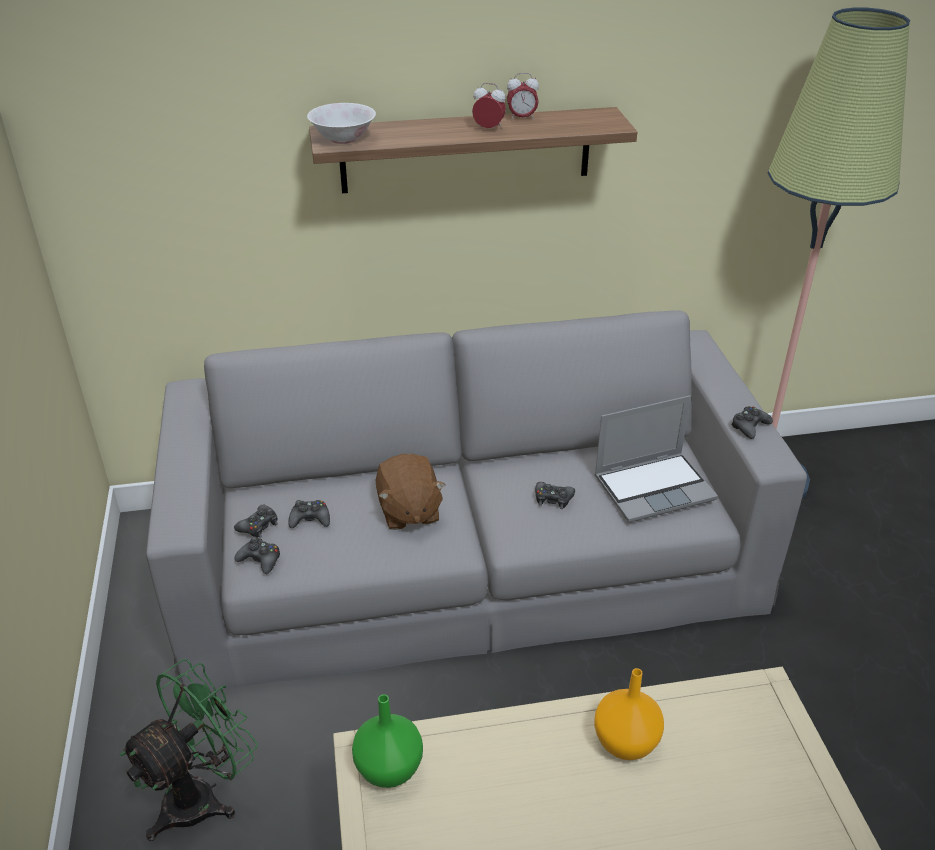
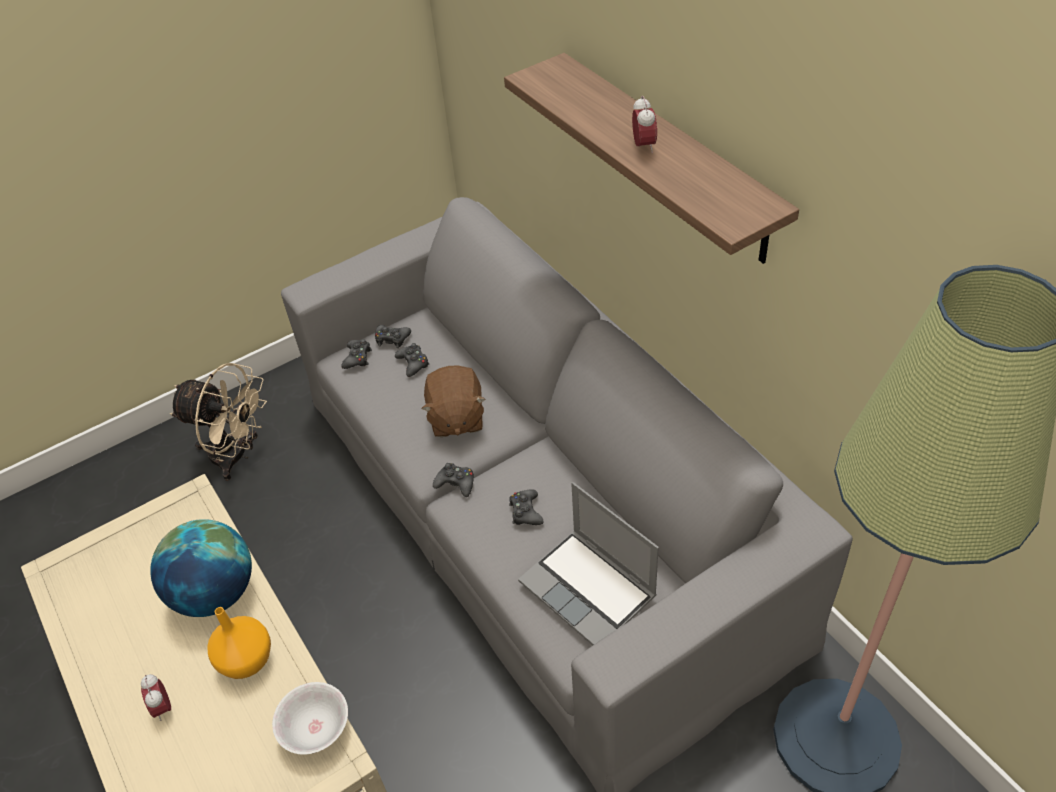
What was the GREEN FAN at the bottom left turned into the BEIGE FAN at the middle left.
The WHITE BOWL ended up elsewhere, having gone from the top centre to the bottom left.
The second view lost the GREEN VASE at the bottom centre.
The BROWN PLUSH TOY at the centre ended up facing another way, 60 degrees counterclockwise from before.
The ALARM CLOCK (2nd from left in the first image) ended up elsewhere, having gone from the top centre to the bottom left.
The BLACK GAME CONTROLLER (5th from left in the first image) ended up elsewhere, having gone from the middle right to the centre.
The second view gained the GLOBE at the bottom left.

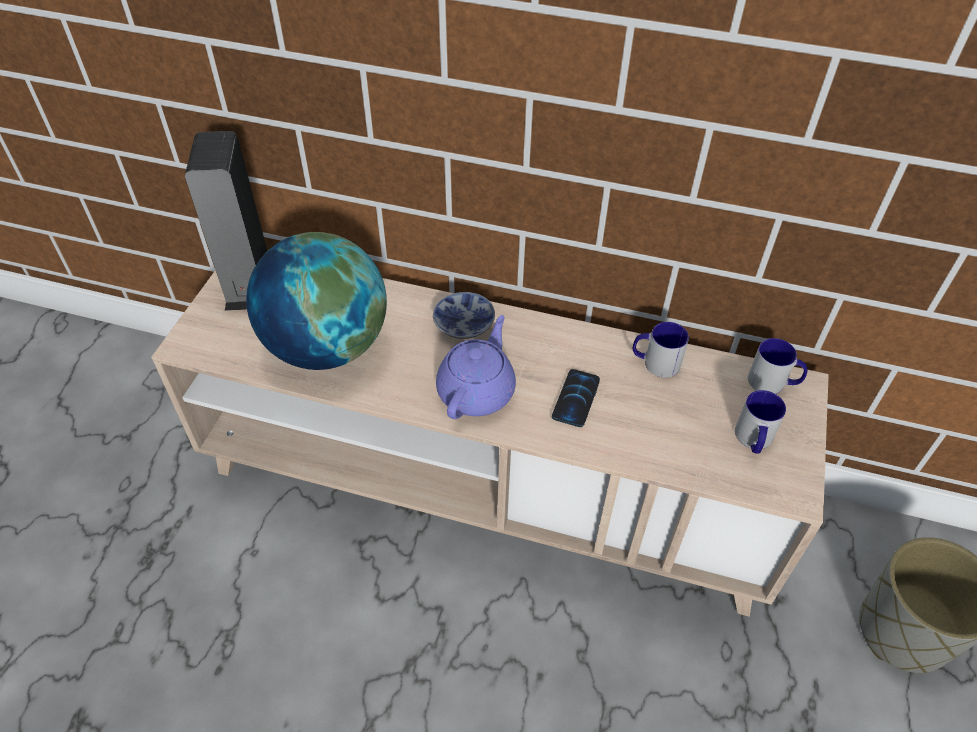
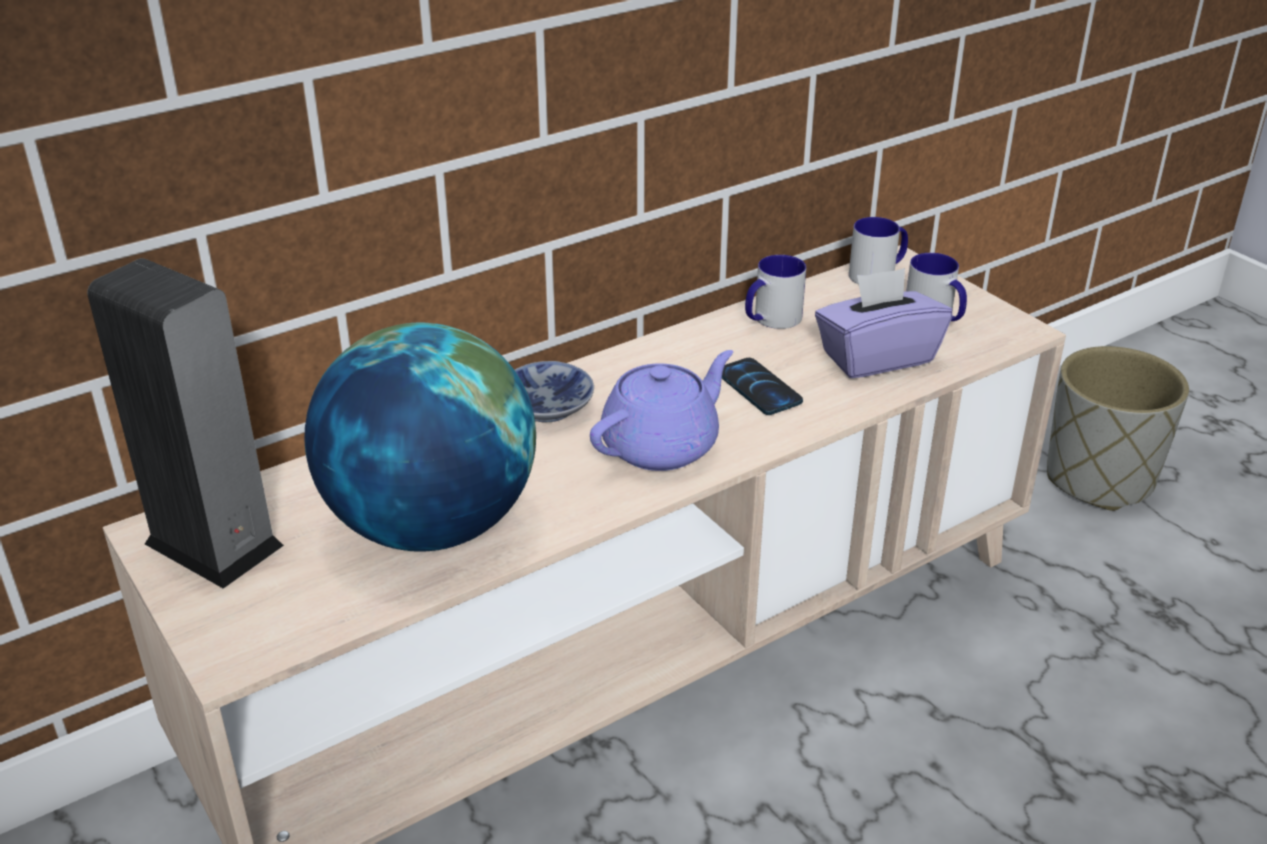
The PURPLE TEAPOT at the centre ended up facing another way, 75 degrees clockwise from before.
The second view gained the PURPLE TISSUE BOX at the middle right.

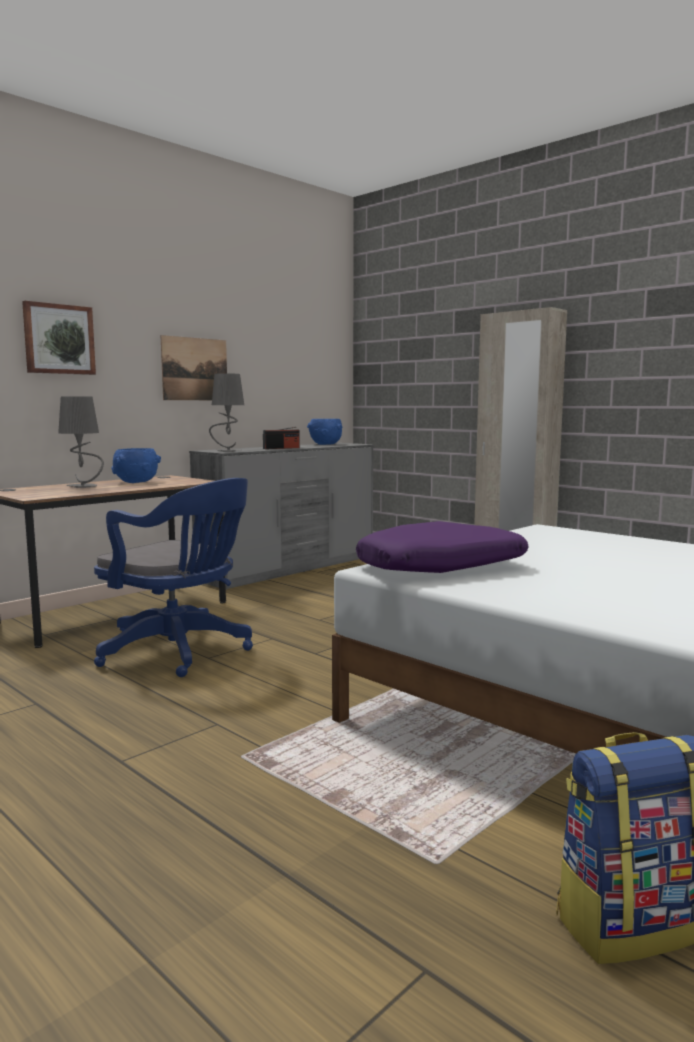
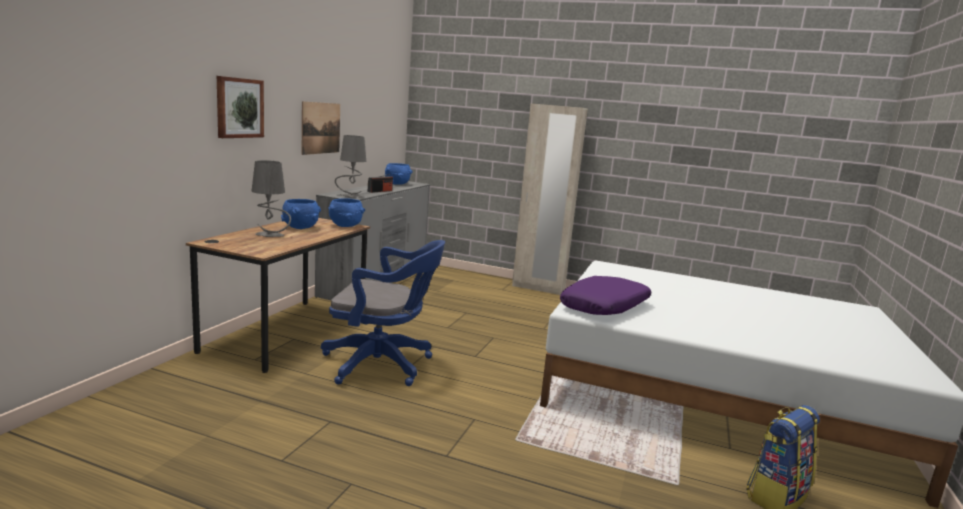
The second view gained the BLUE BOWL (2nd from left) at the centre.

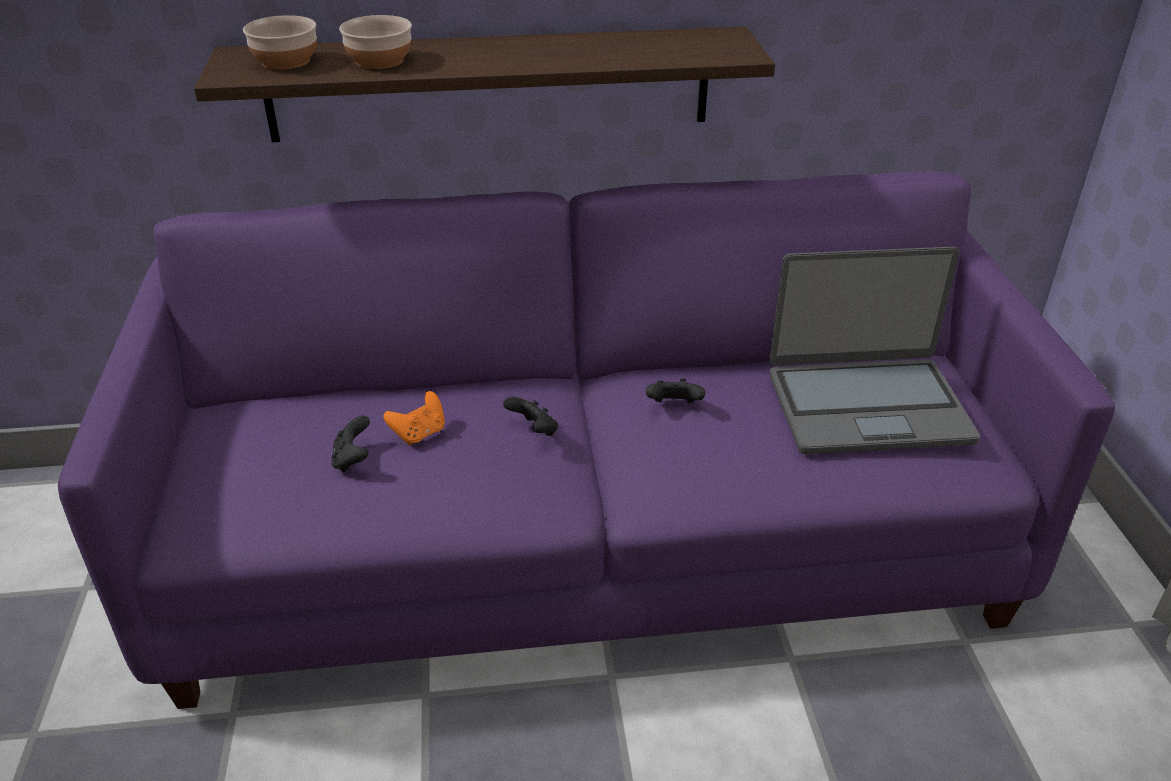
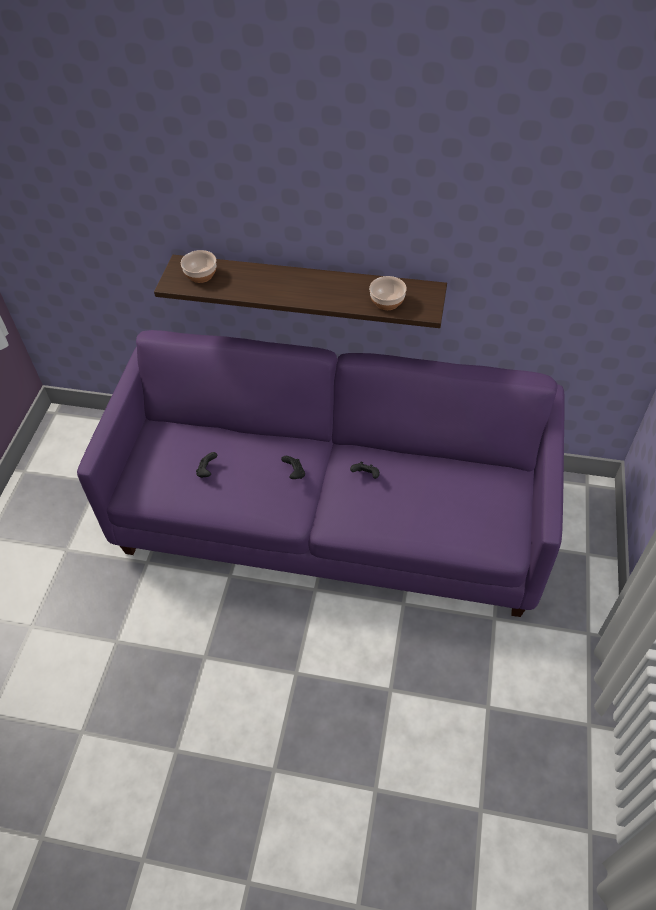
The BOWL (2nd from left) ended up elsewhere, having gone from the top left to the top centre.
The second view lost the ORANGE GAME CONTROLLER at the centre.
The second view lost the LAPTOP at the middle right.

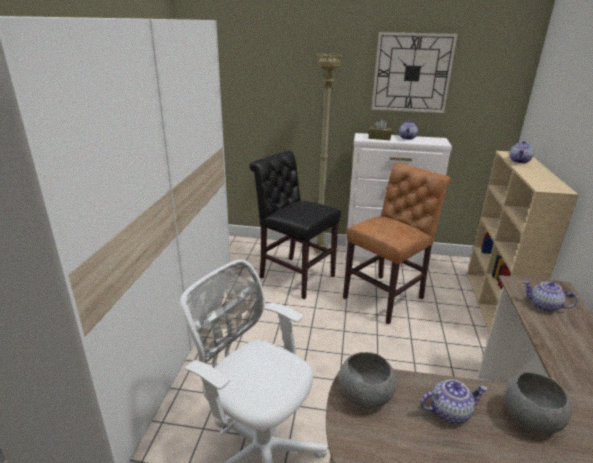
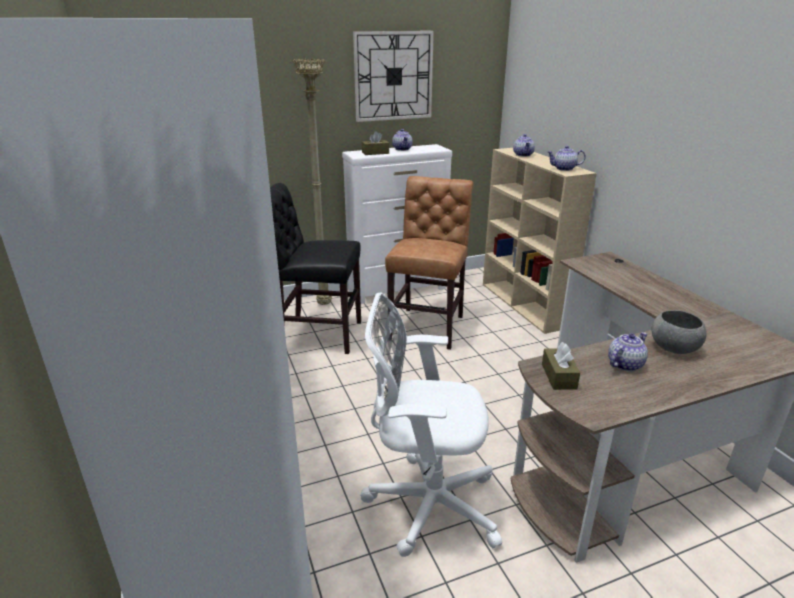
Where the GREY BOWL (1st from left) stood at the bottom centre, the BROWN TISSUE BOX (2nd from left) came to stand at the middle right.
The TEAPOT (4th from left in the first image) ended up elsewhere, having gone from the middle right to the top right.

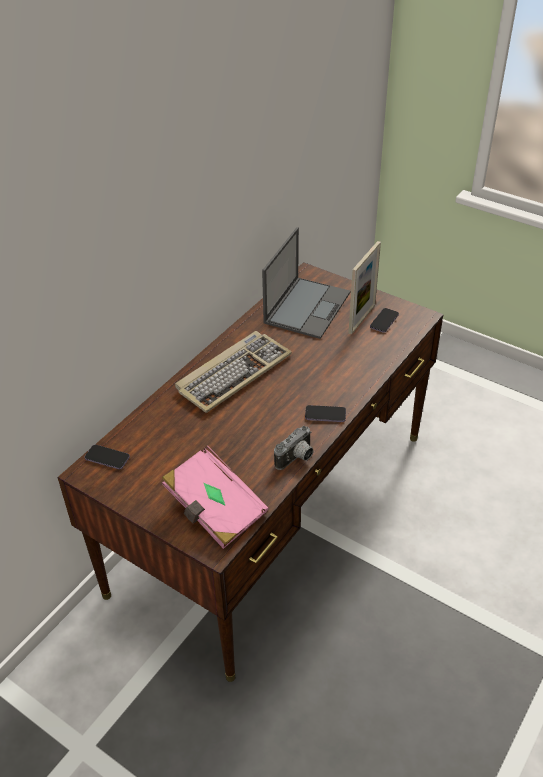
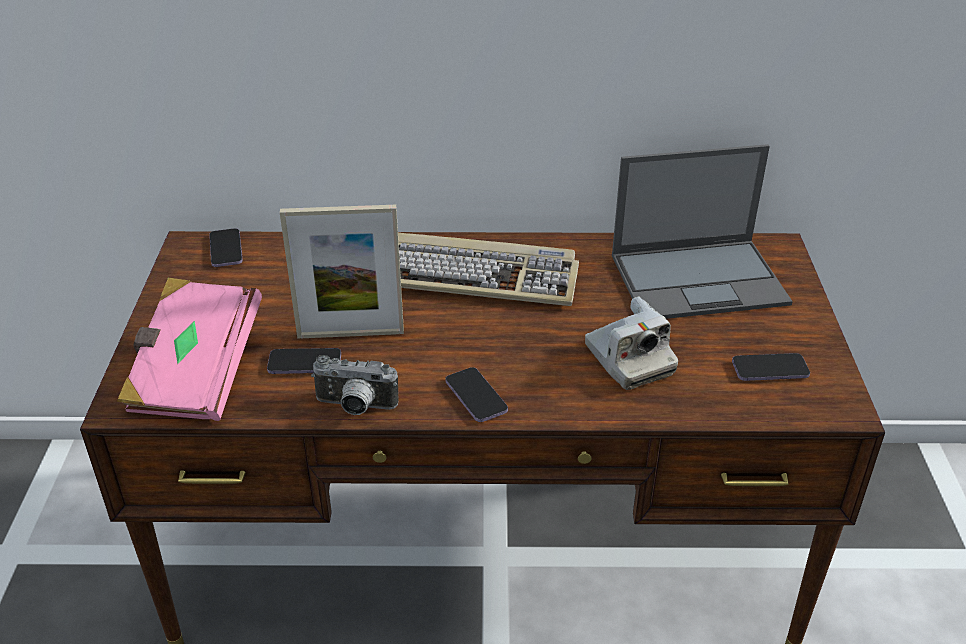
The PICTURE FRAME ended up elsewhere, having gone from the middle right to the centre.
The second view gained the PHONE (2nd from left) at the middle left.
The second view gained the PHOTO CAMERA (2nd from left) at the centre.

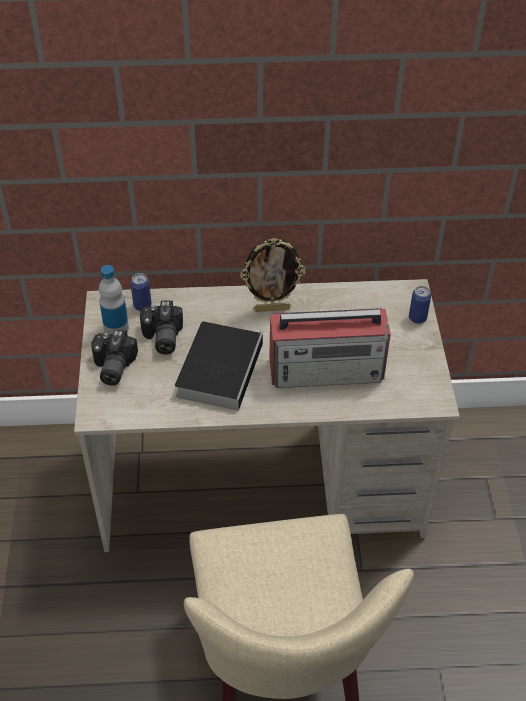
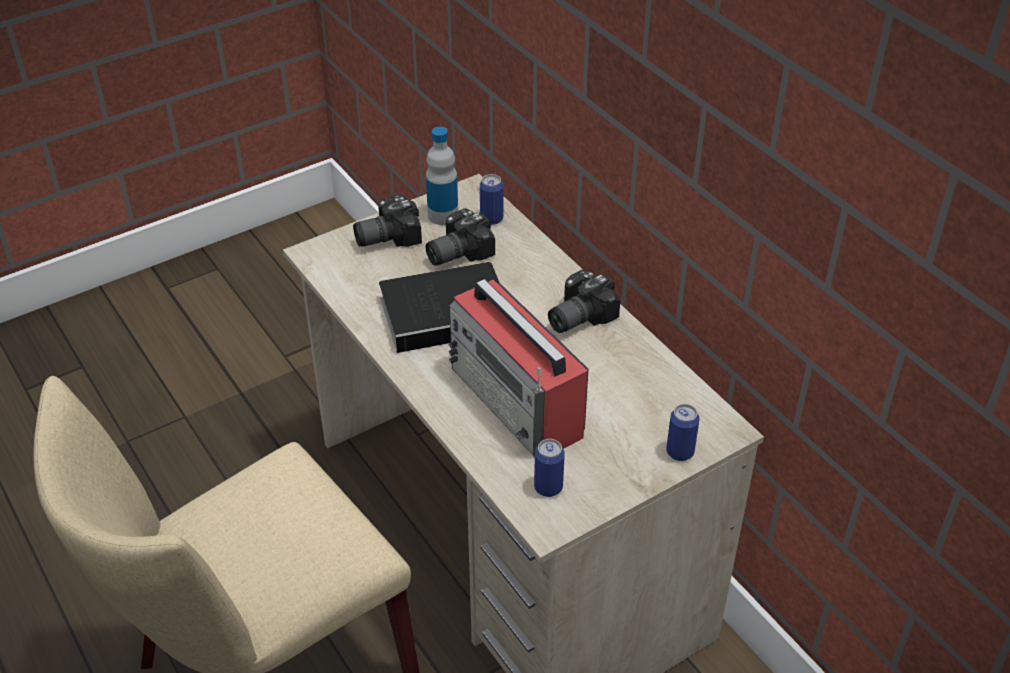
Where the PICTURE FRAME stood at the centre, the PHOTO CAMERA (3rd from left) came to stand at the centre.
The second view gained the CAN (2nd from left) at the bottom centre.

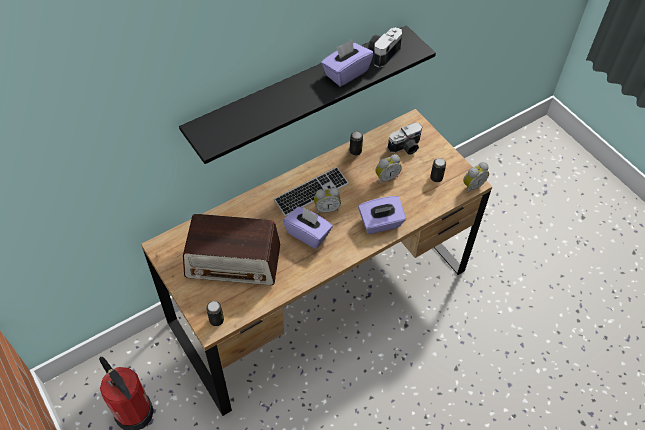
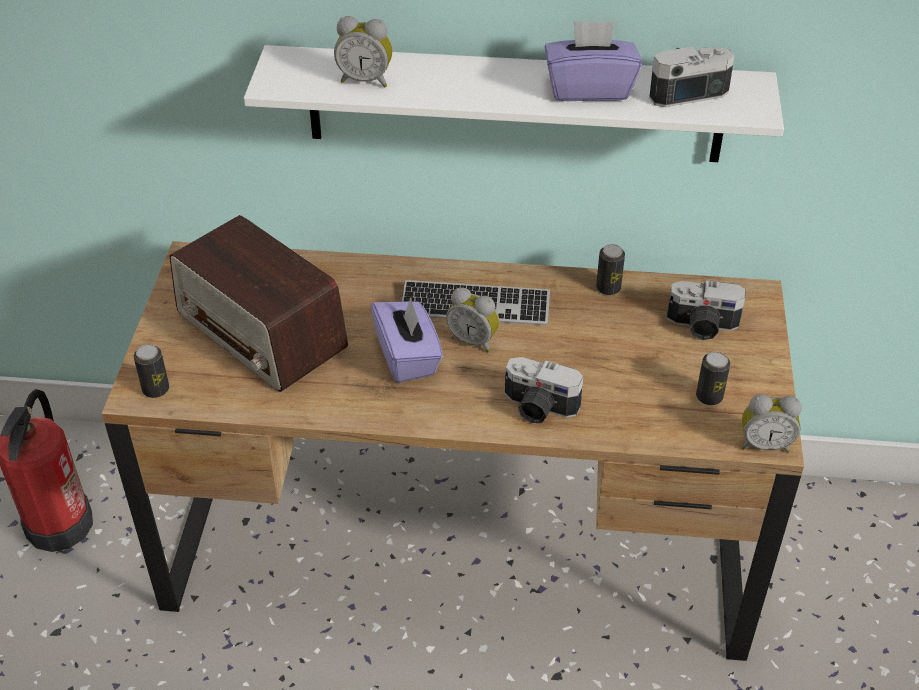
What was the BLACK SHELF at the top centre turned into the WHITE SHELF at the top centre.
Where the PURPLE TISSUE BOX (3rd from left) stood at the centre, the PHOTO CAMERA (1st from left) came to stand at the centre.
The ALARM CLOCK (2nd from left in the first image) ended up elsewhere, having gone from the centre to the top centre.

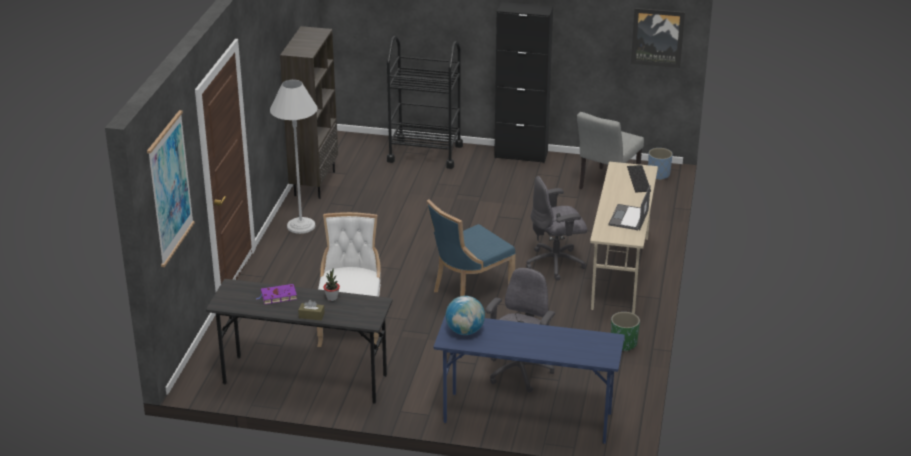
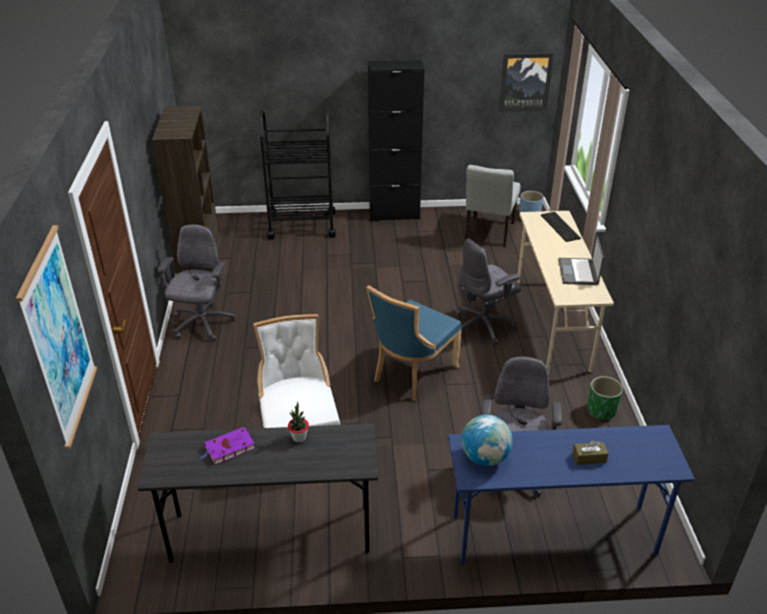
Where the WHITE FLOOR LAMP stood at the middle left, the GREY OFFICE CHAIR (1st from left) came to stand at the middle left.
The BROWN TISSUE BOX ended up elsewhere, having gone from the bottom centre to the bottom right.

